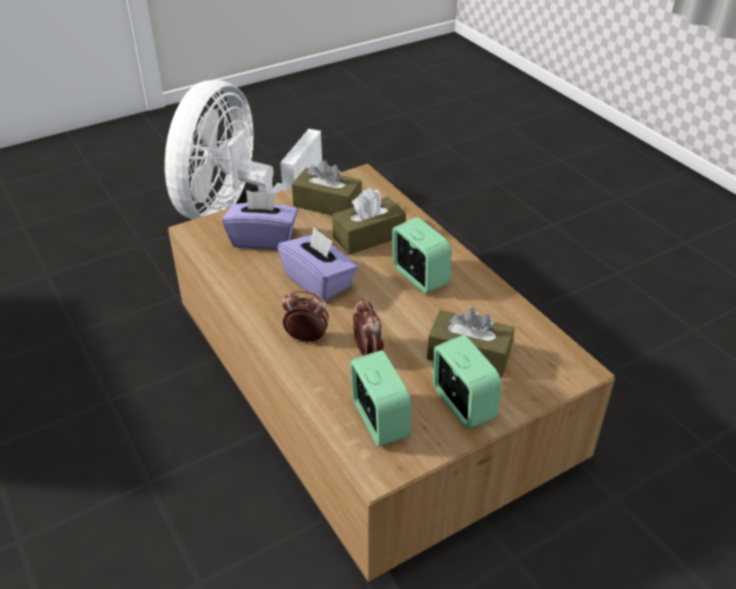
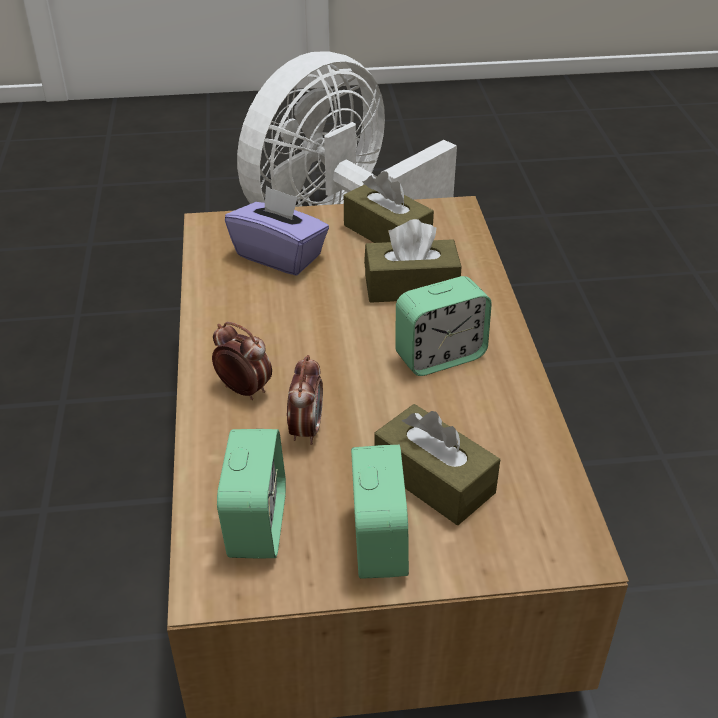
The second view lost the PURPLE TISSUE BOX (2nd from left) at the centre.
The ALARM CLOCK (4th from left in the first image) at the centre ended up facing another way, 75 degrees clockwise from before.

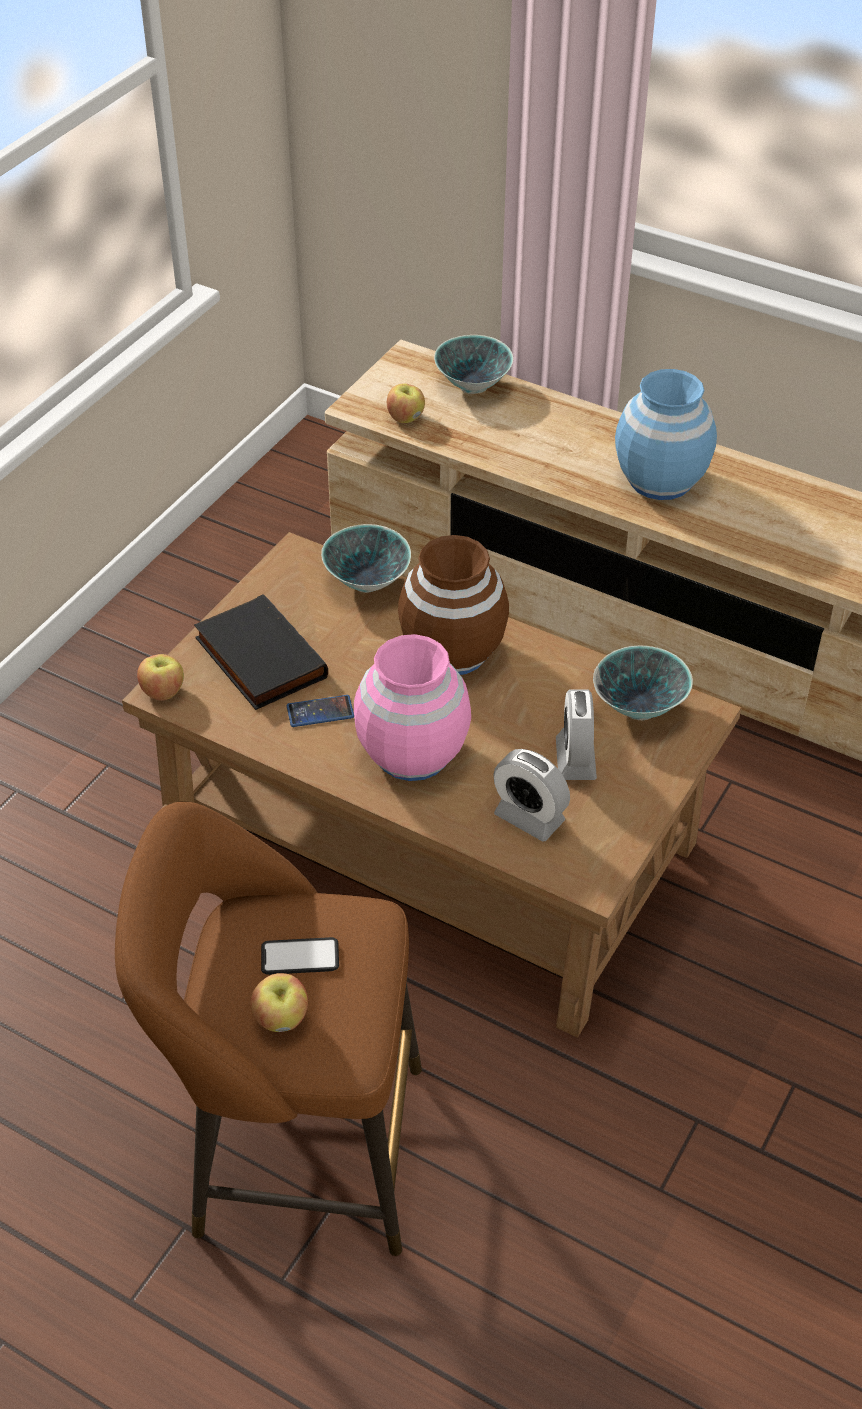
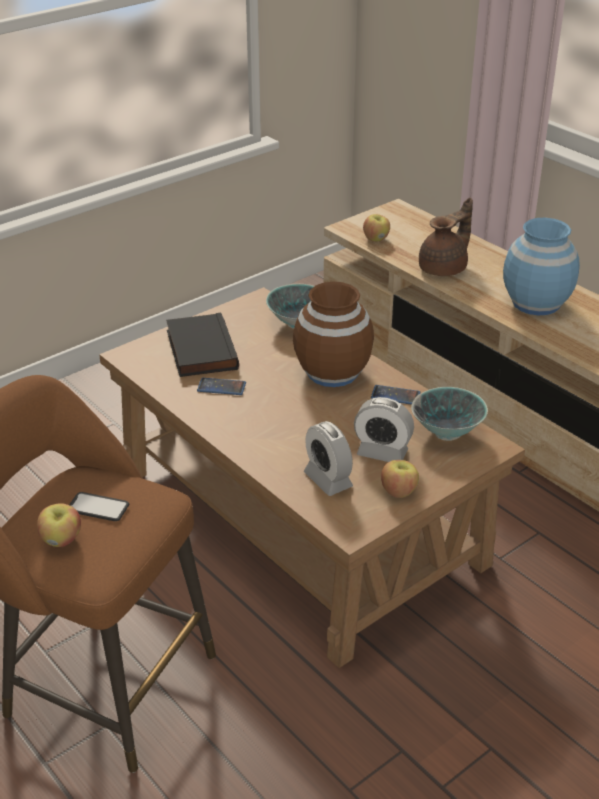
The APPLE (1st from left in the first image) ended up elsewhere, having gone from the middle left to the middle right.
The second view lost the PINK VASE at the centre.
The second view lost the BOWL (2nd from left) at the top centre.
The ALARM CLOCK (2nd from left) at the middle right ended up facing another way, 90 degrees counterclockwise from before.
The second view gained the PHONE (3rd from left) at the centre.
The second view gained the BROWN TEAPOT at the top right.

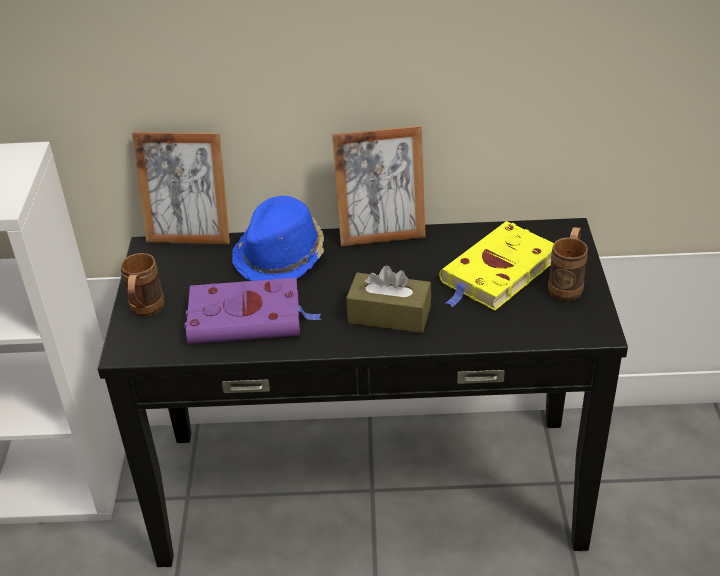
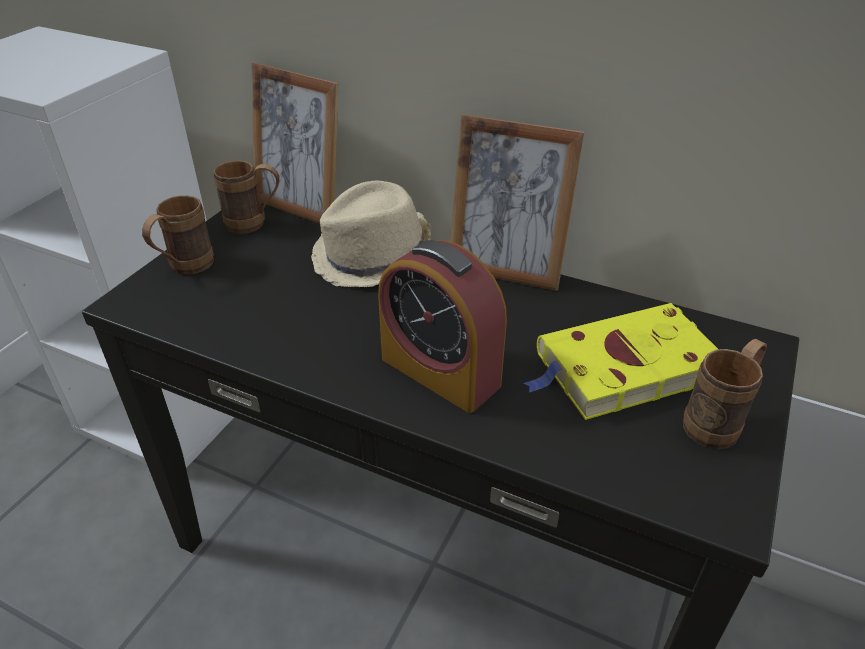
The second view lost the PURPLE BOOK at the centre.
What was the BLUE HAT at the centre turned into the BEIGE HAT at the centre.
Where the BROWN TISSUE BOX stood at the centre, the ALARM CLOCK came to stand at the centre.
The second view gained the BROWN MUG (2nd from left) at the top left.

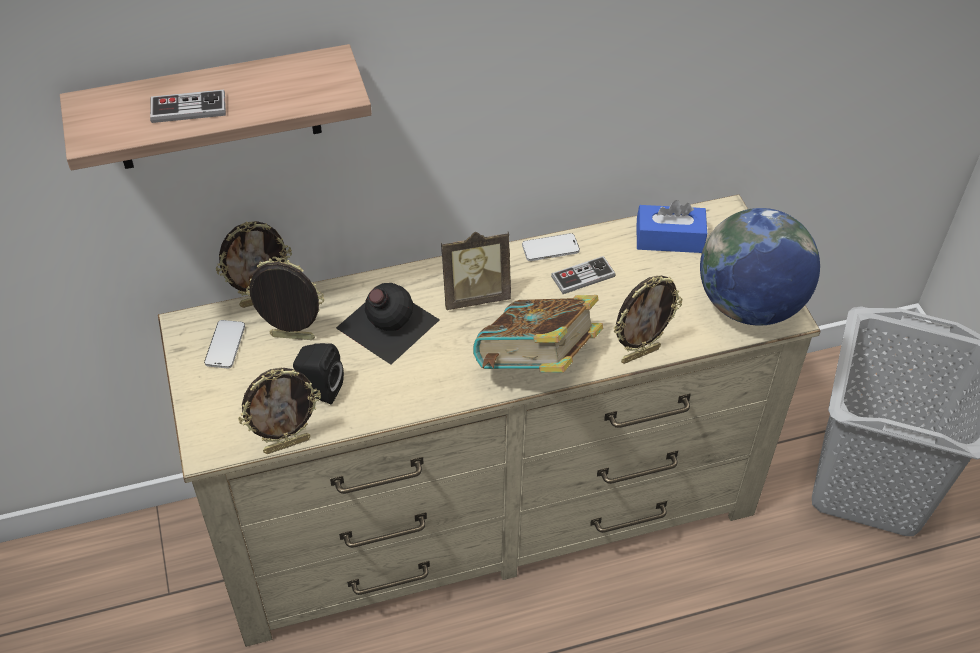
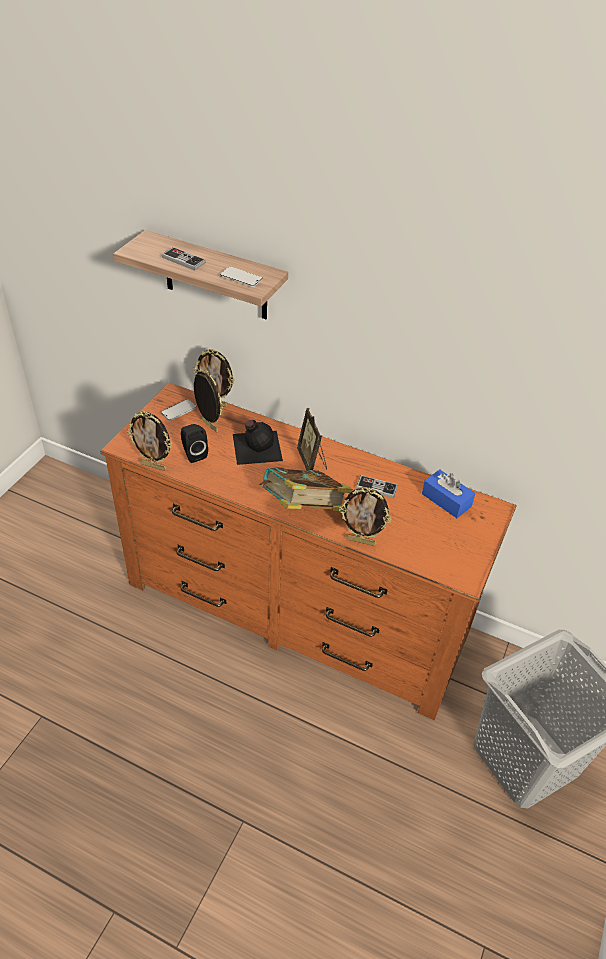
What was the BEIGE DRESSER at the centre turned into the ORANGE DRESSER at the centre.
The PICTURE FRAME (4th from left) at the centre ended up facing another way, 45 degrees clockwise from before.
The PHONE (2nd from left) ended up elsewhere, having gone from the centre to the top centre.
The second view lost the GLOBE at the middle right.

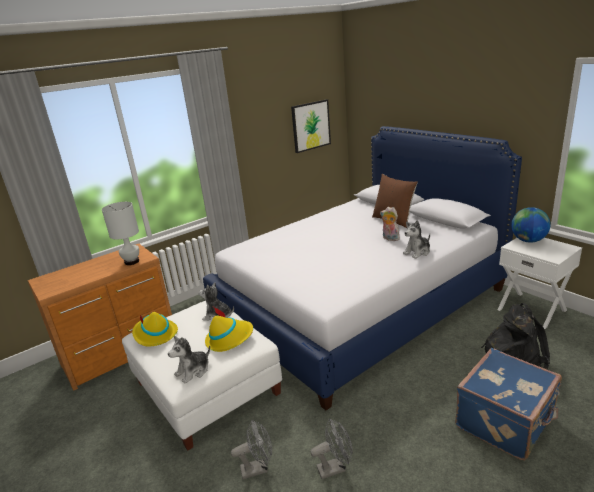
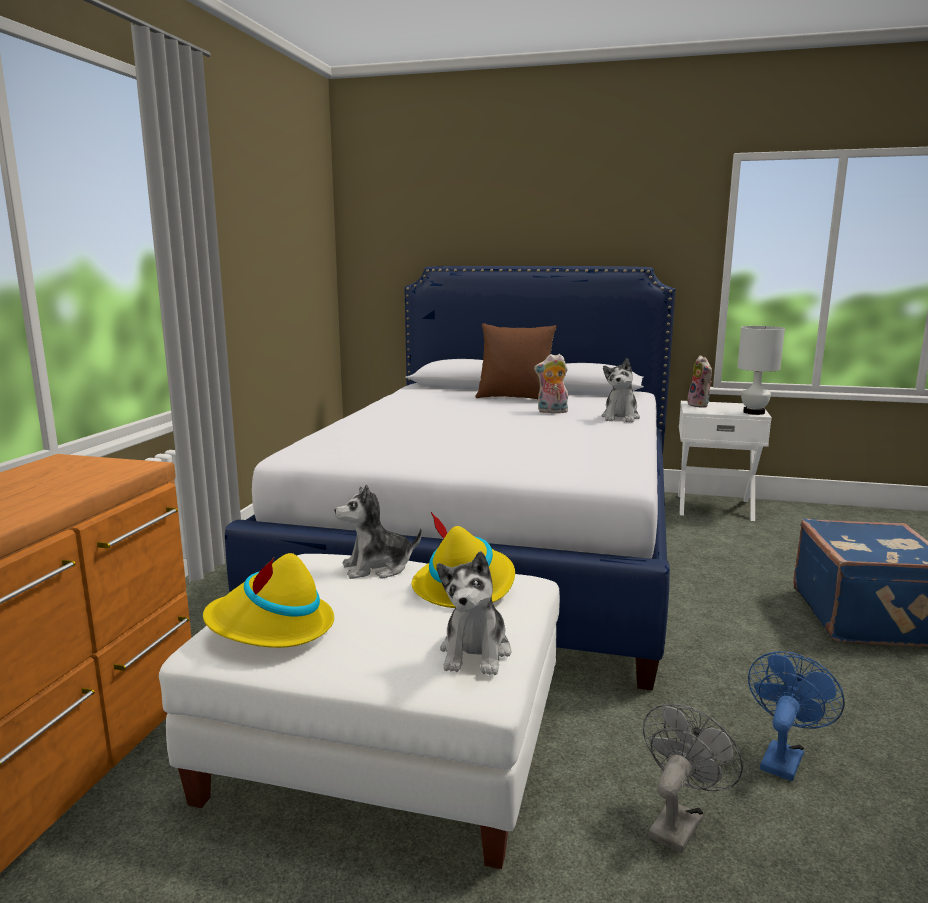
The WHITE TABLE LAMP ended up elsewhere, having gone from the middle left to the middle right.
The second view lost the PICTURE at the top centre.
What was the GREY FAN (2nd from left) at the bottom centre turned into the BLUE FAN at the bottom right.
The second view lost the BLACK BACKPACK at the bottom right.
Where the GLOBE stood at the middle right, the PLUSH TOY (5th from left) came to stand at the middle right.

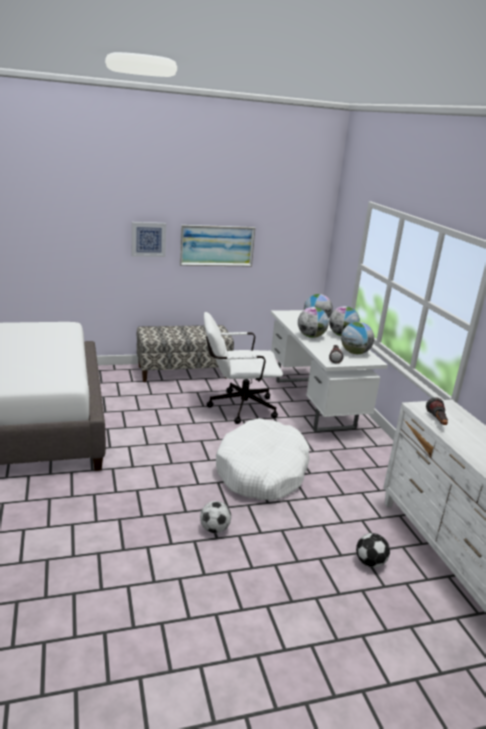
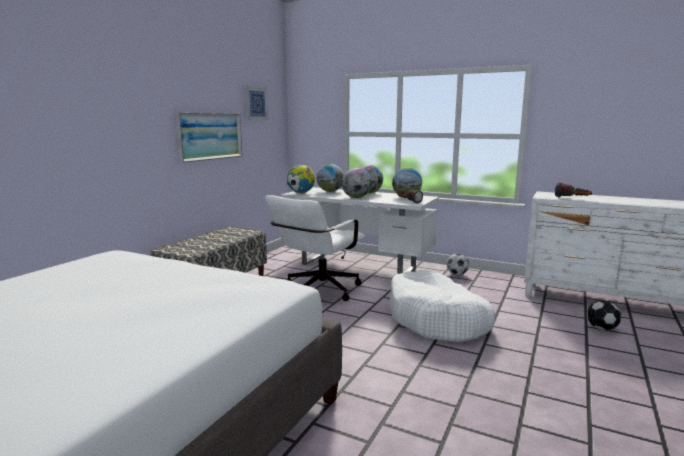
The PICTURE (1st from left in the first image) ended up elsewhere, having gone from the top left to the top centre.
The FOOTBALL (1st from left) ended up elsewhere, having gone from the bottom centre to the middle right.
The second view gained the GLOBE (1st from left) at the centre.

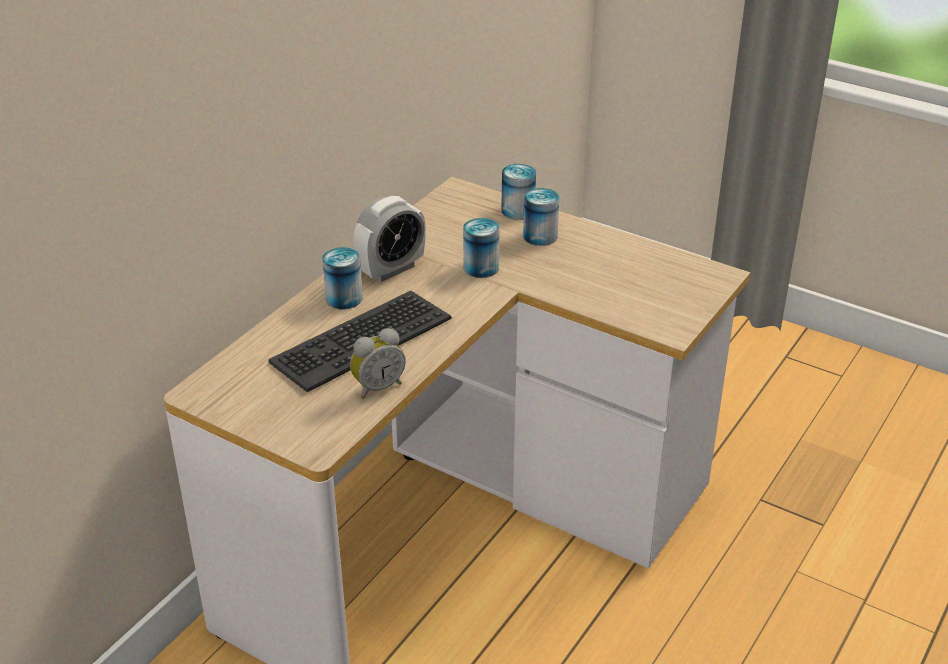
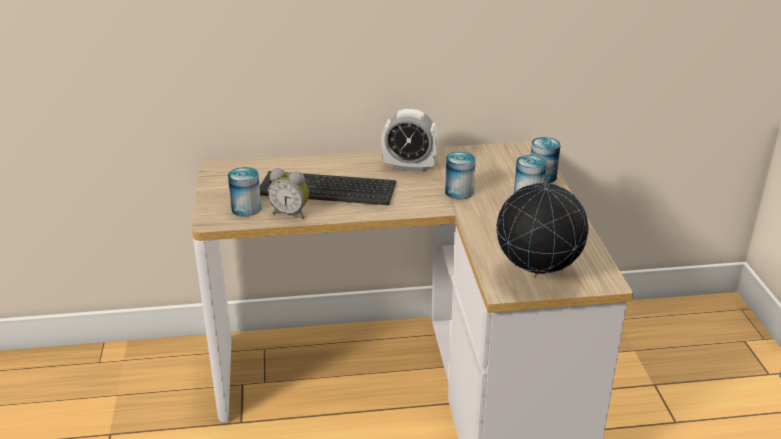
The CAN (1st from left) ended up elsewhere, having gone from the centre to the middle left.
The second view gained the GLOBE at the middle right.

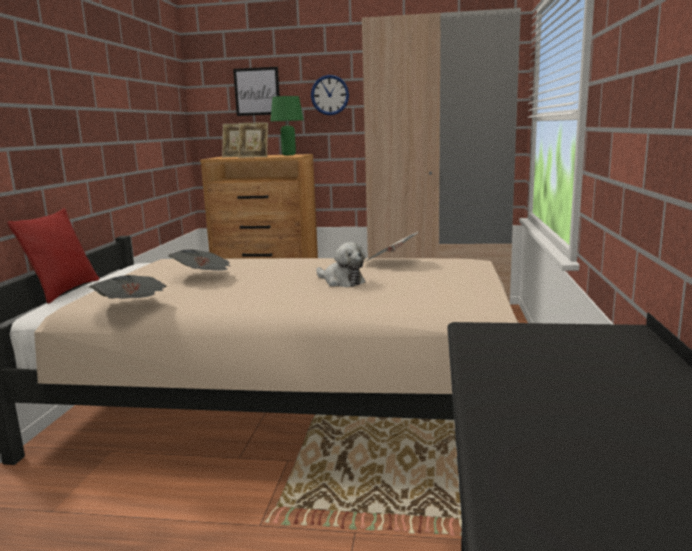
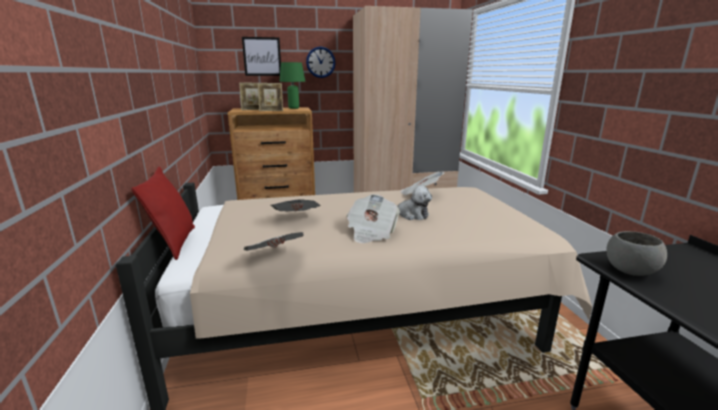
The second view gained the NEWSPAPER (3rd from left) at the centre.
The second view gained the GREY BOWL at the middle right.

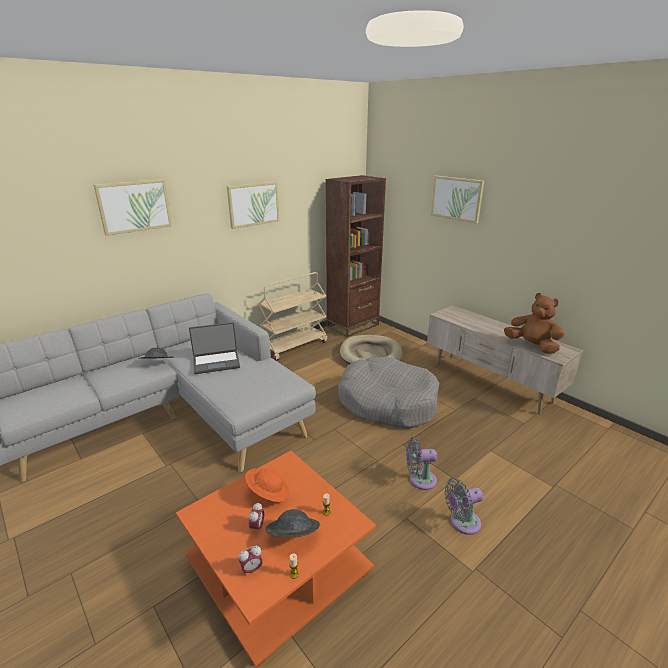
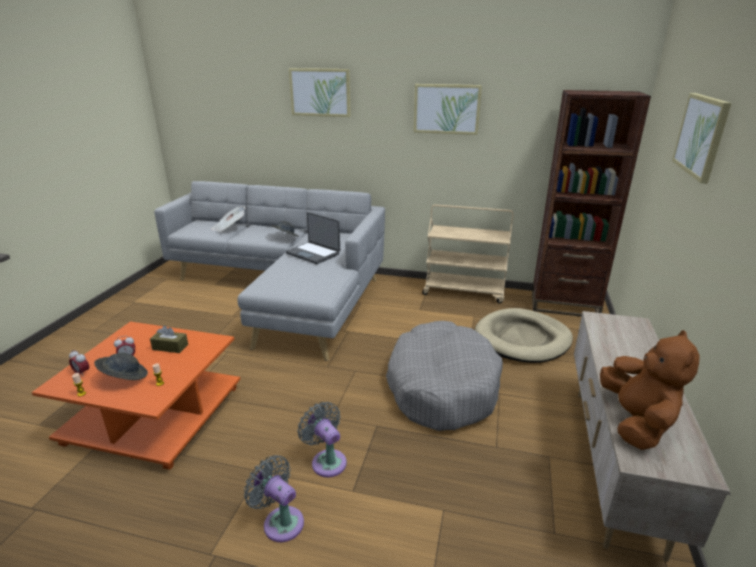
Where the ORANGE HAT stood at the bottom centre, the BROWN TISSUE BOX came to stand at the middle left.
The second view gained the NEWSPAPER at the middle left.

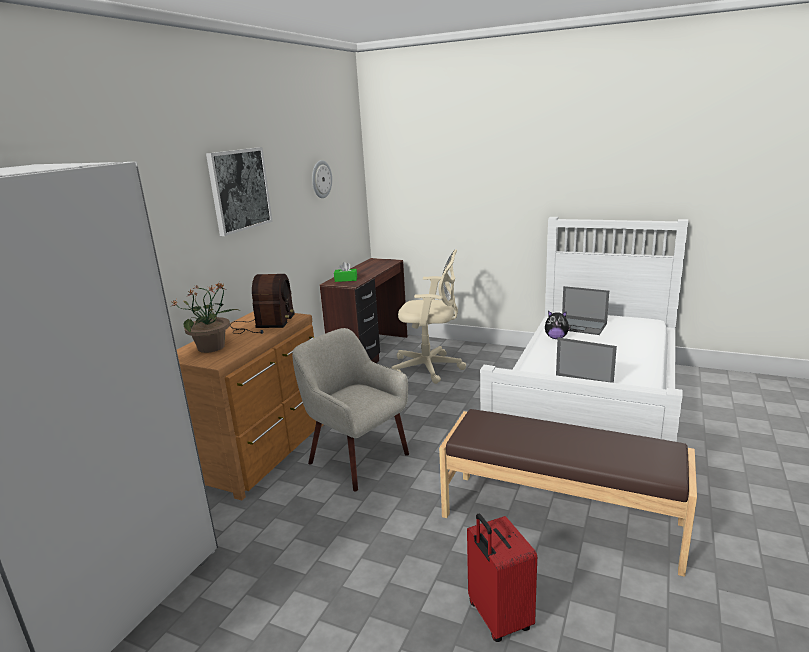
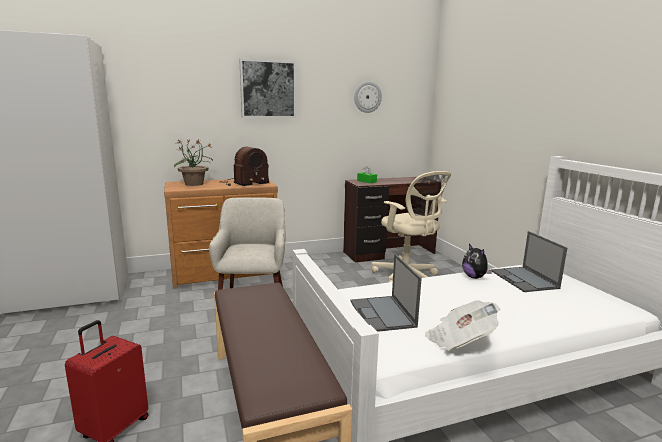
The second view gained the NEWSPAPER at the bottom right.

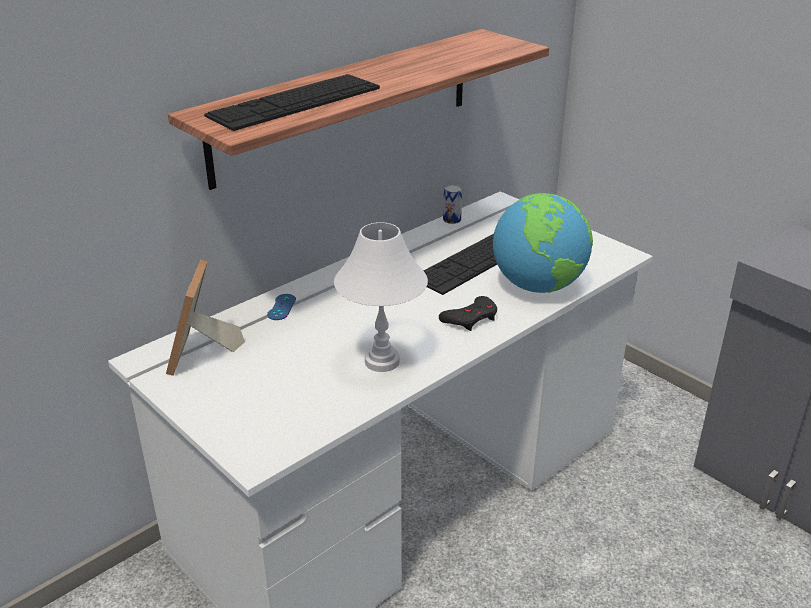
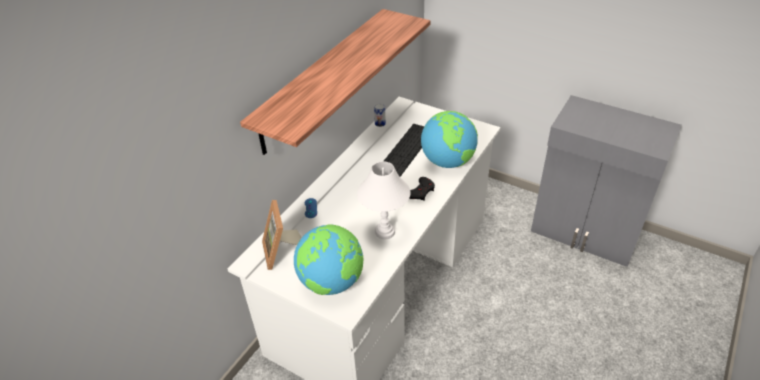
The second view lost the KEYBOARD (1st from left) at the top centre.
The second view gained the GLOBE (1st from left) at the bottom centre.

